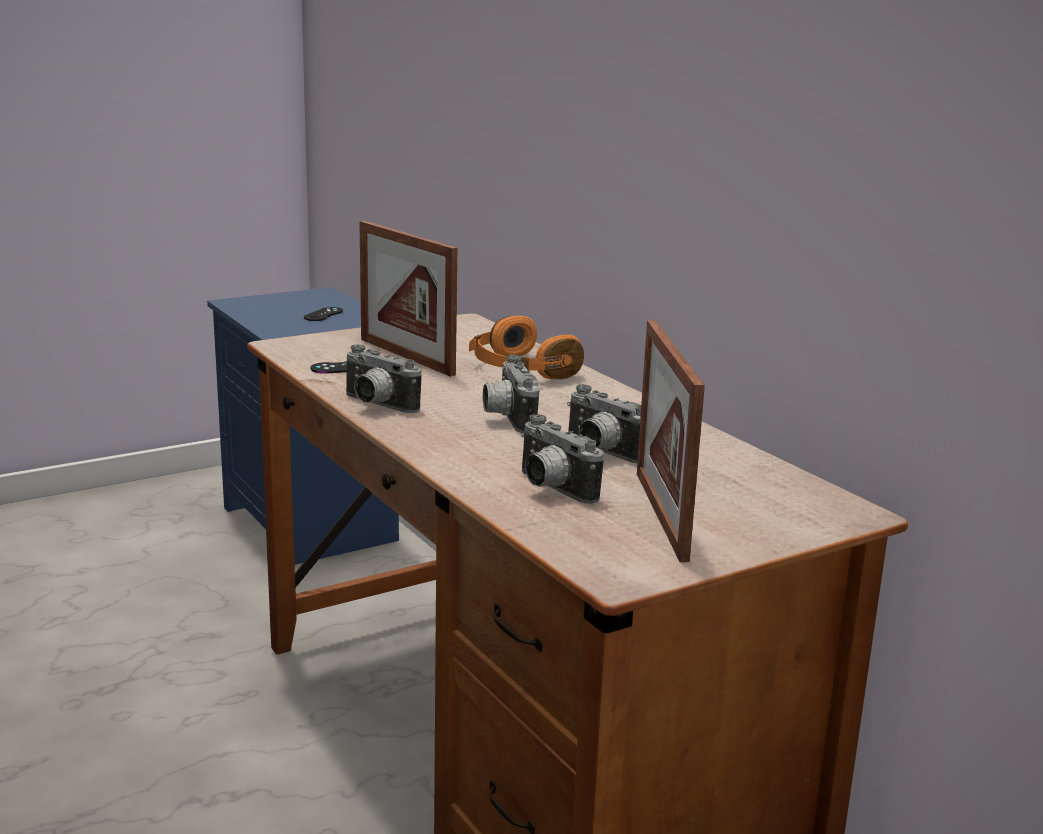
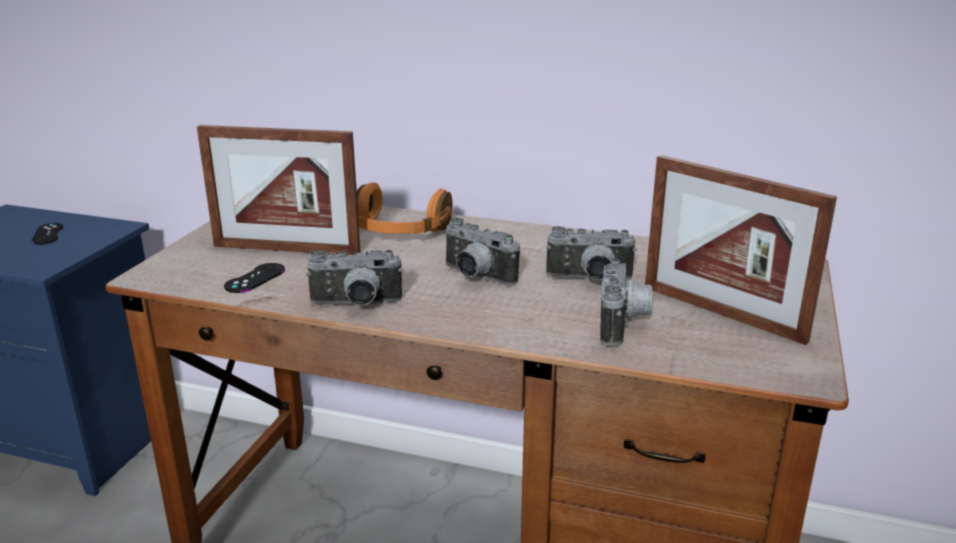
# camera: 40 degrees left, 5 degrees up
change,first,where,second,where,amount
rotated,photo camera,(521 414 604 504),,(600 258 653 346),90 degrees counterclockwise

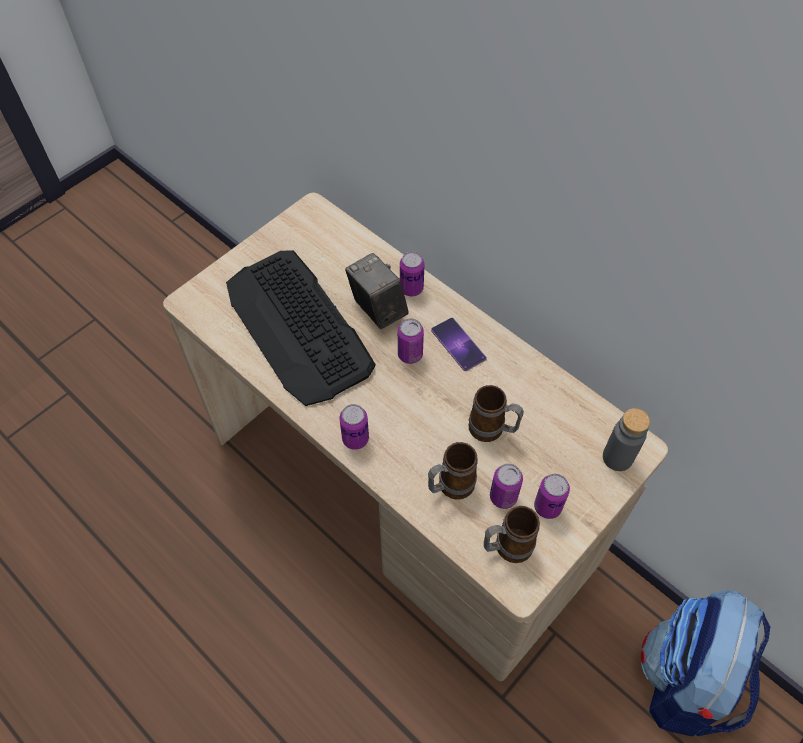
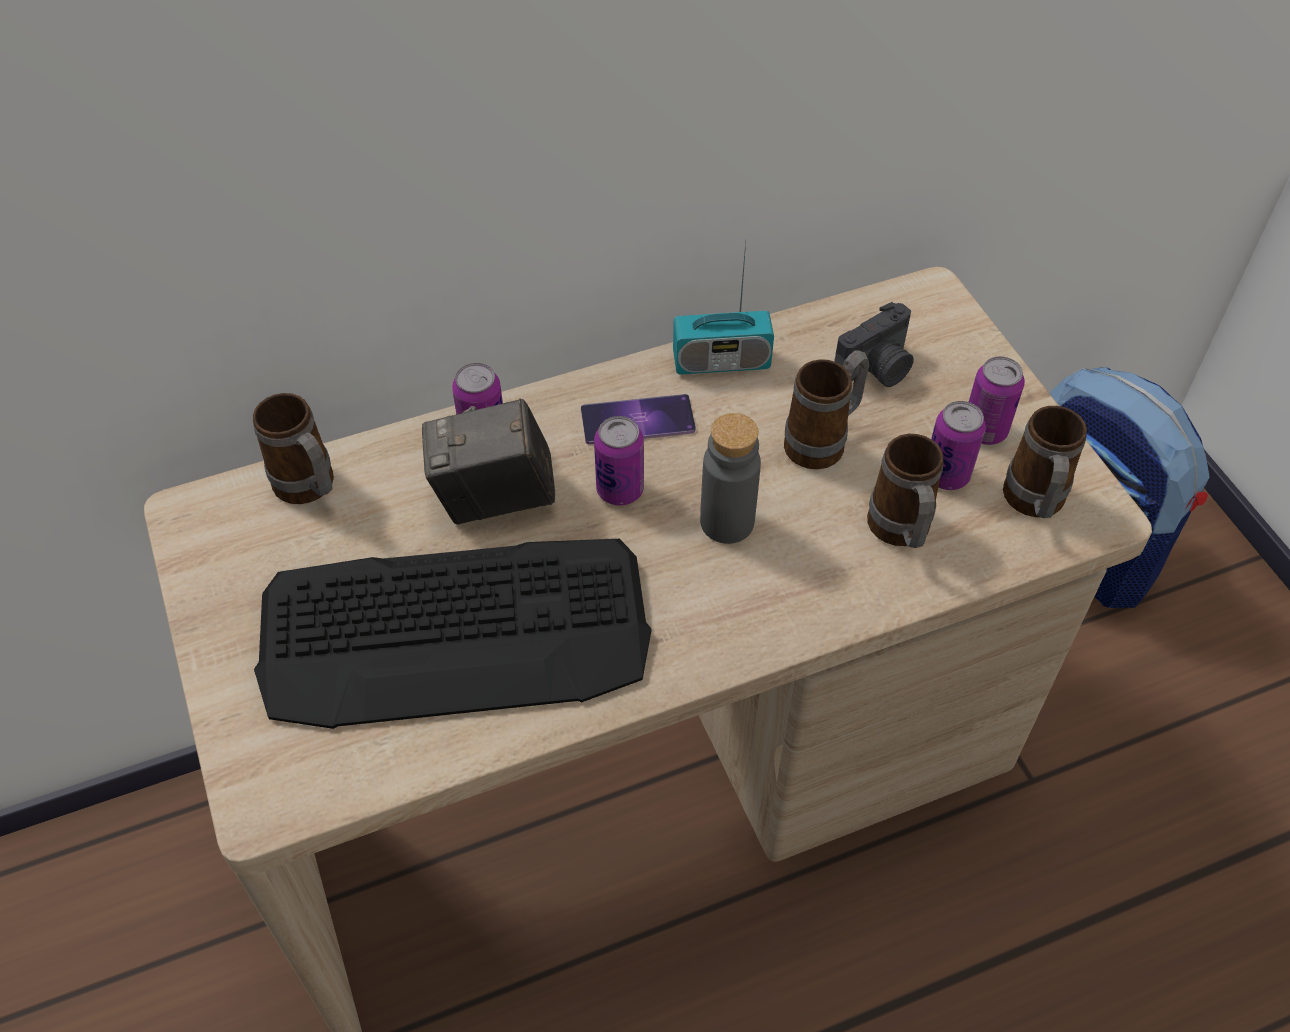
# camera: 65 degrees left, 5 degrees down
change,first,where,second,where,amount
new,,,coffee mug,(253 393 334 504),
new,,,radio set,(673 239 774 375),
shifted,grey bottle,(603 408 650 471),,(700 413 761 544),
new,,,photo camera,(834 302 914 387),
gone,metal can,(340 404 369 450),,,

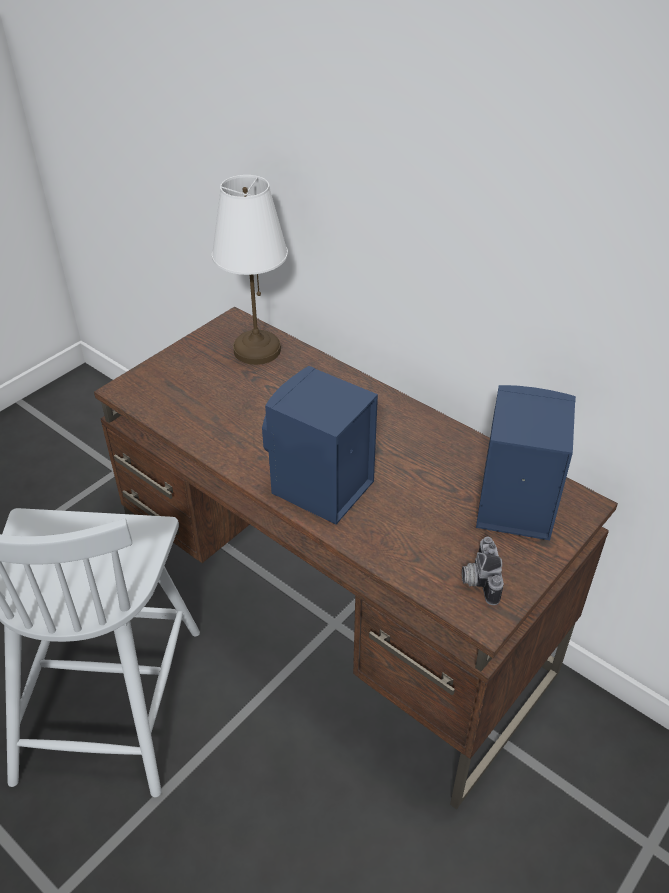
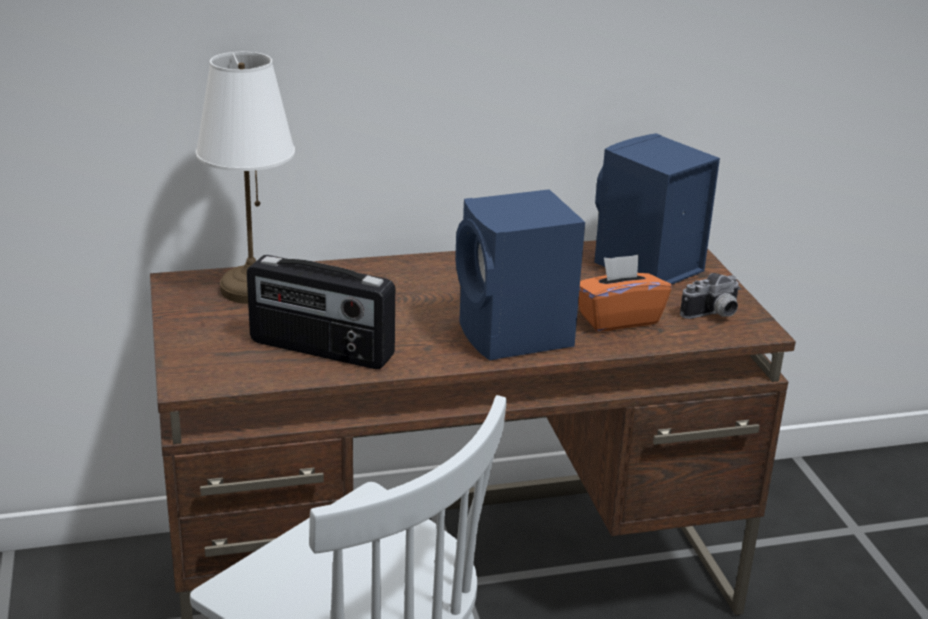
# camera: 55 degrees left, 15 degrees down
change,first,where,second,where,amount
new,,,radio set,(247 255 395 369),
new,,,orangey box of tissues,(578 254 671 331),
rotated,photo camera,(462 537 504 605),,(680 273 741 319),60 degrees counterclockwise

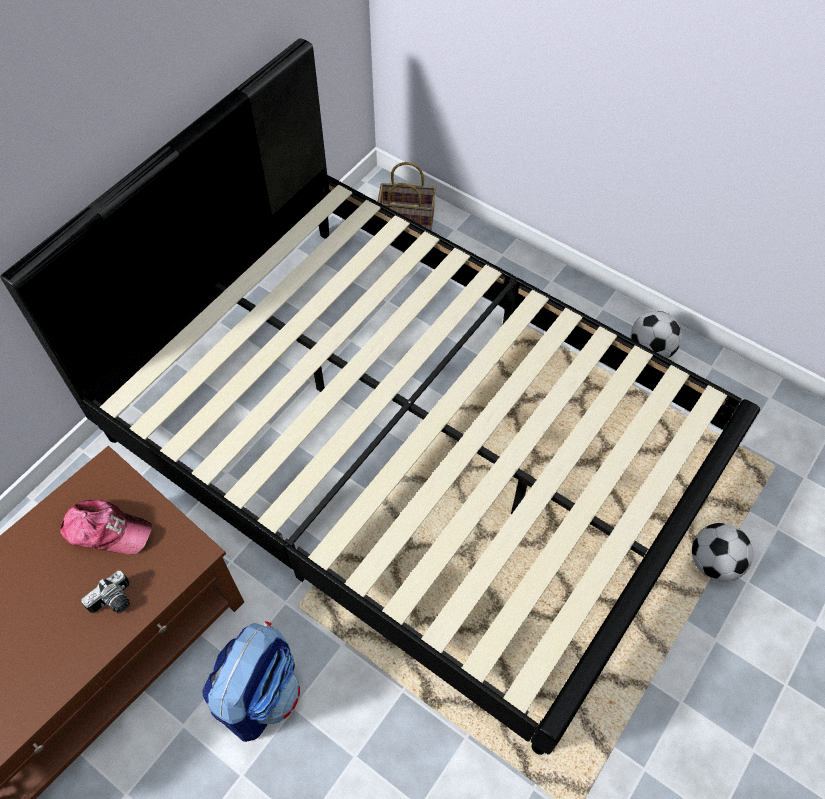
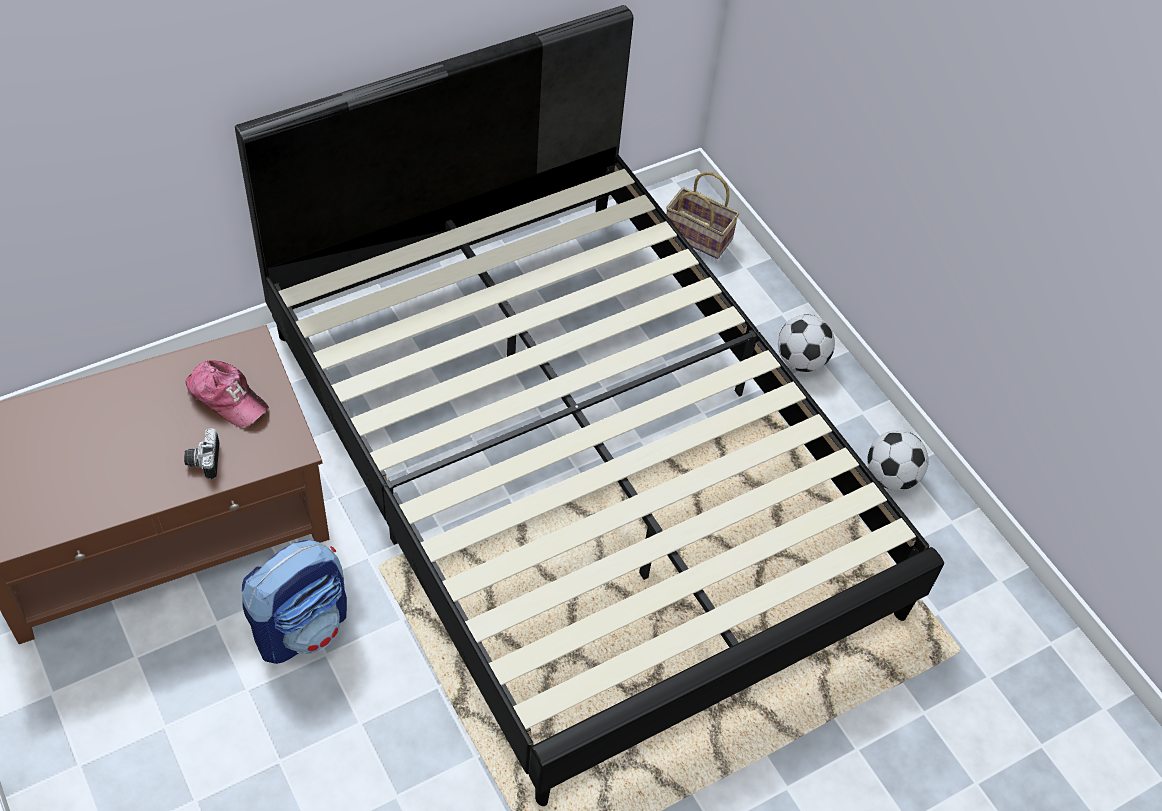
# camera: 20 degrees right, 5 degrees down
change,first,where,second,where,amount
rotated,photo camera,(81 571 130 613),,(184 428 220 479),105 degrees clockwise
shifted,ball for football,(692 523 753 582),,(778 315 835 372),

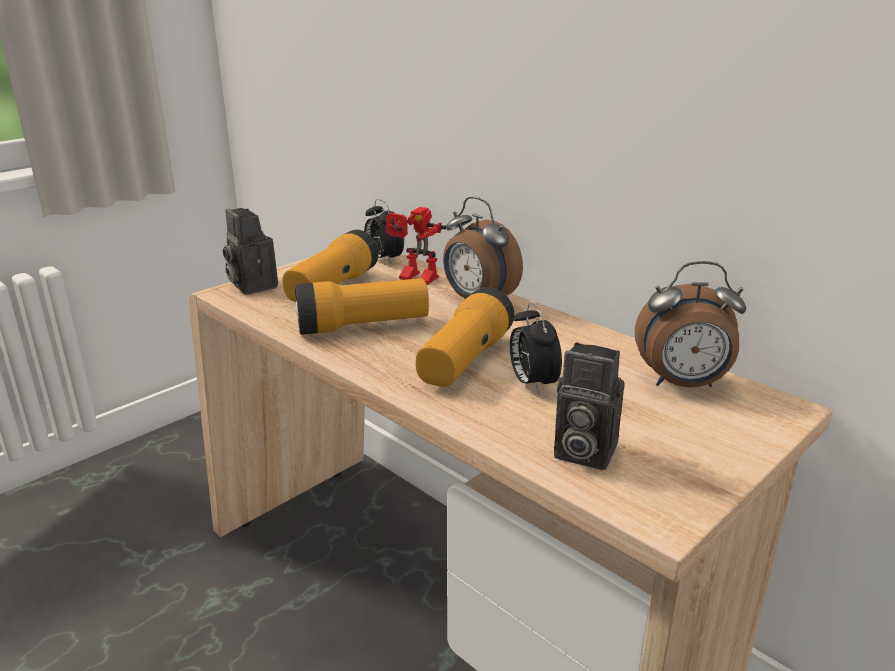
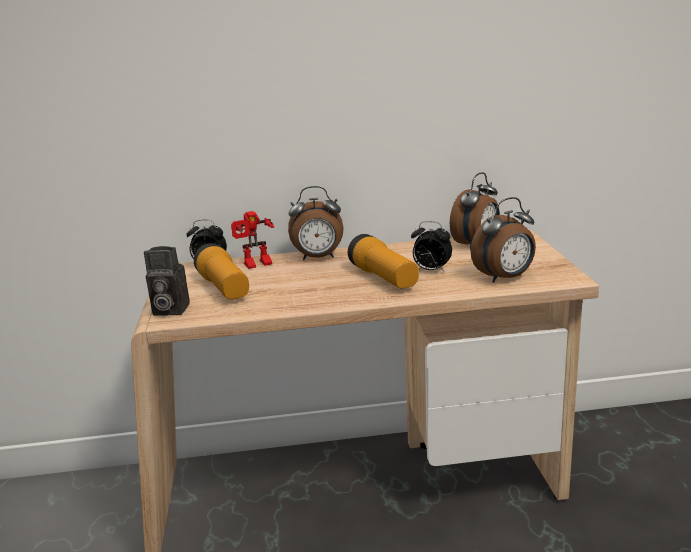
# camera: 50 degrees left, 5 degrees down
change,first,where,second,where,amount
swapped,photo camera,(554 342 624 470),table clock,(470 197 536 283),
gone,flashlight,(295 278 429 335),,,

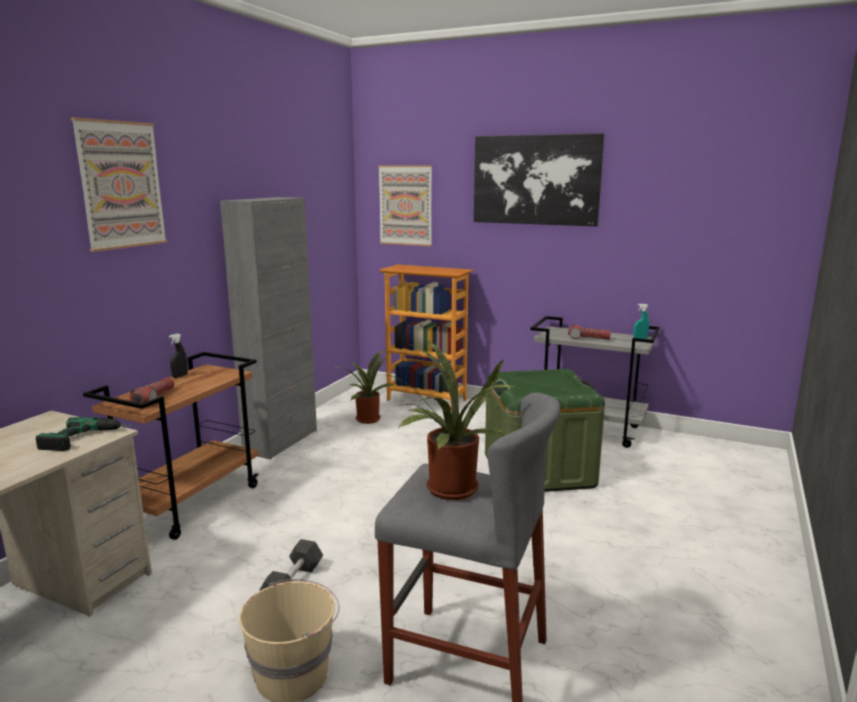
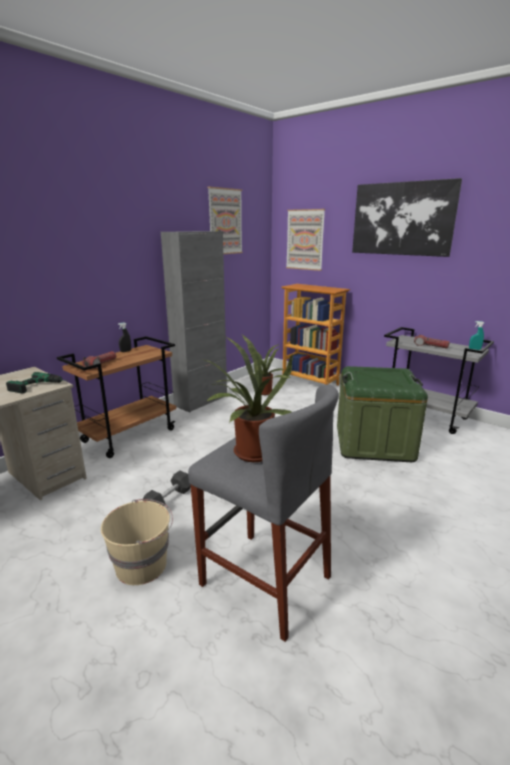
# camera: 15 degrees right, 5 degrees up
change,first,where,second,where,amount
shifted,wall picture,(71 117 167 252),,(208 187 243 254),

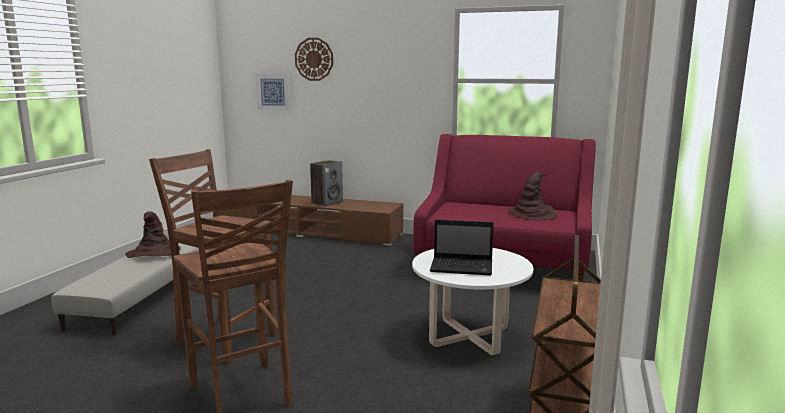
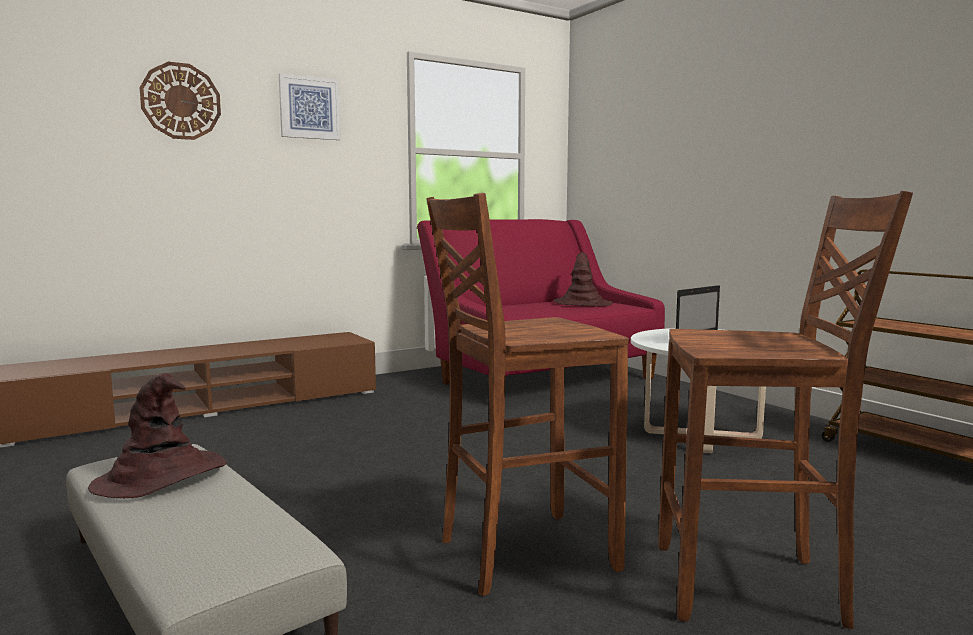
# camera: 50 degrees left, 5 degrees down
change,first,where,second,where,amount
shifted,wall picture,(256 74 290 110),,(279 73 341 140),
gone,loudspeaker,(310 160 343 207),,,

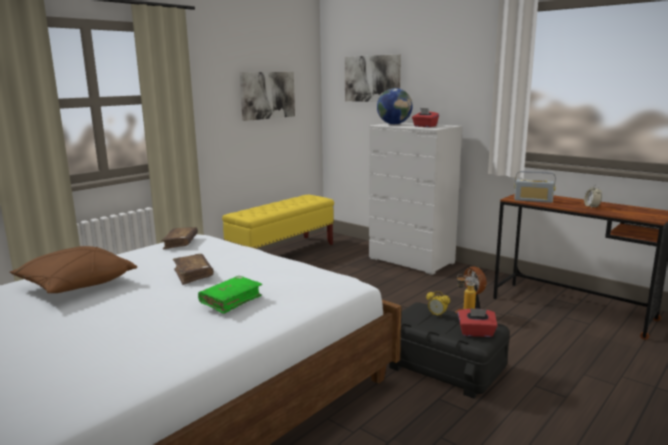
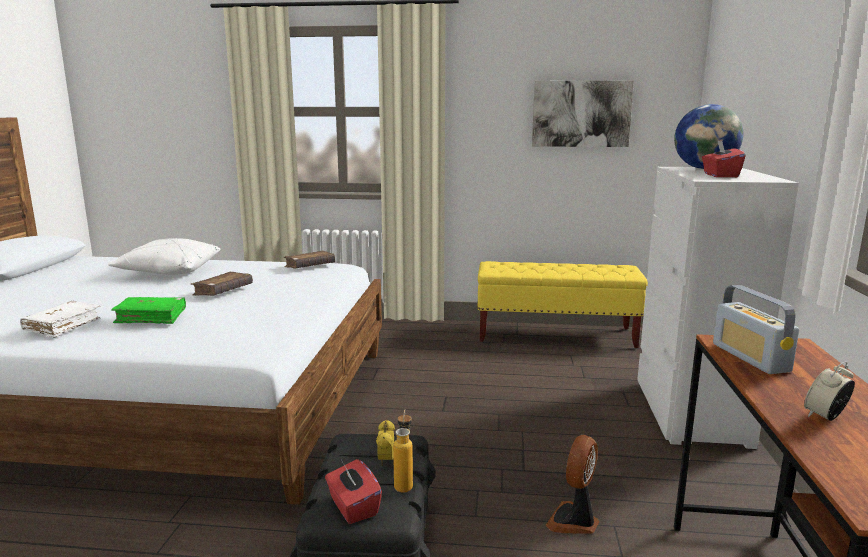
# camera: 55 degrees right, 0 degrees up
change,first,where,second,where,amount
new,,,white-coloured volume,(20 301 101 338),
repainted,brown throw pillow,(10 246 137 293),white-coloured throw pillow,(108 238 220 275),
gone,wall picture,(345 55 401 102),,,

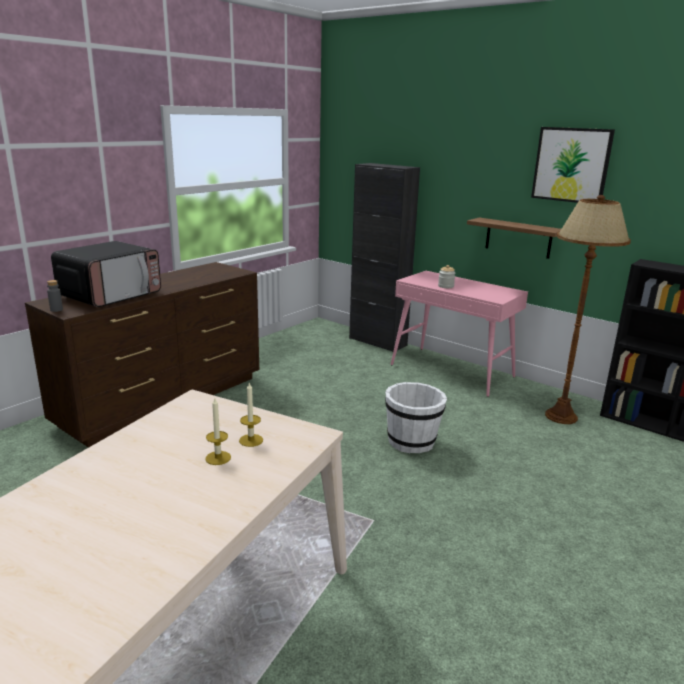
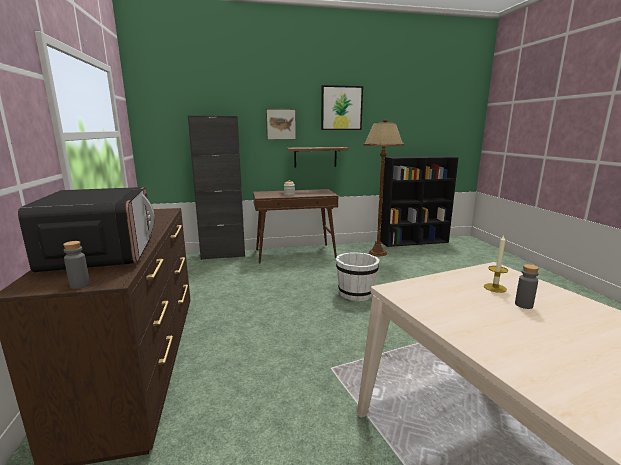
# camera: 50 degrees left, 5 degrees down
change,first,where,second,where,amount
repainted,pink-coloured hall table,(391 271 528 397),brown hall table,(253 189 338 264),
new,,,wall picture,(266 109 296 140),
swapped,wax light,(205 398 231 465),grey bottle,(515 264 539 309),

